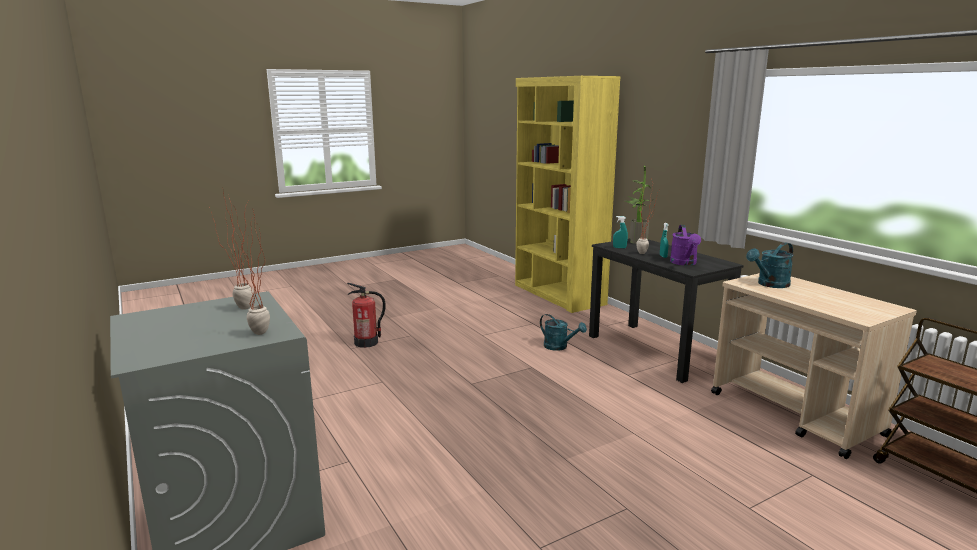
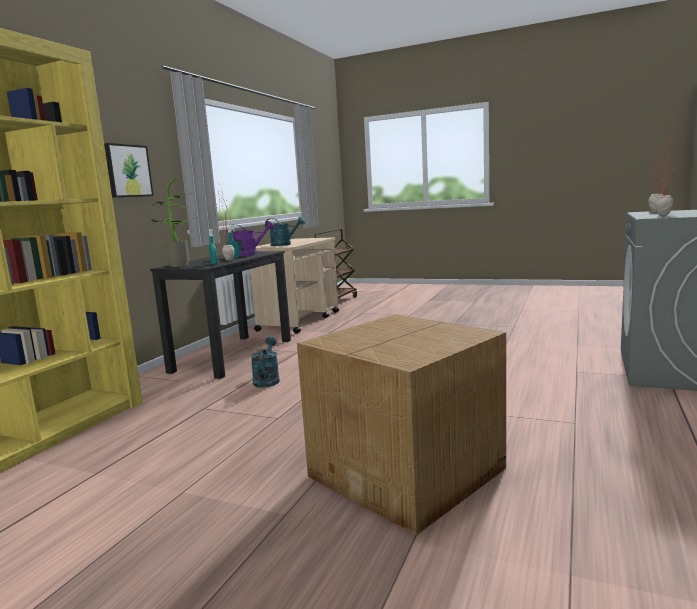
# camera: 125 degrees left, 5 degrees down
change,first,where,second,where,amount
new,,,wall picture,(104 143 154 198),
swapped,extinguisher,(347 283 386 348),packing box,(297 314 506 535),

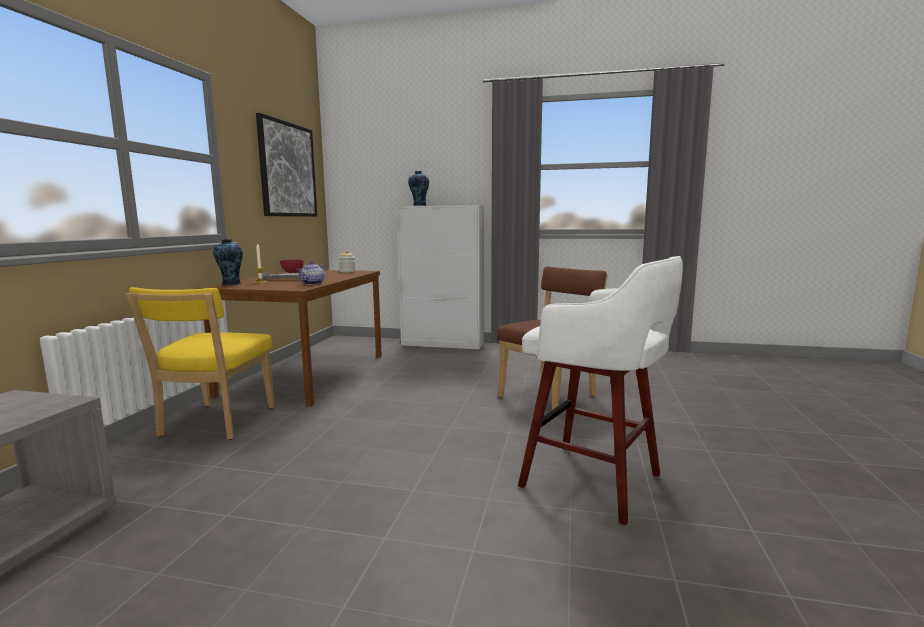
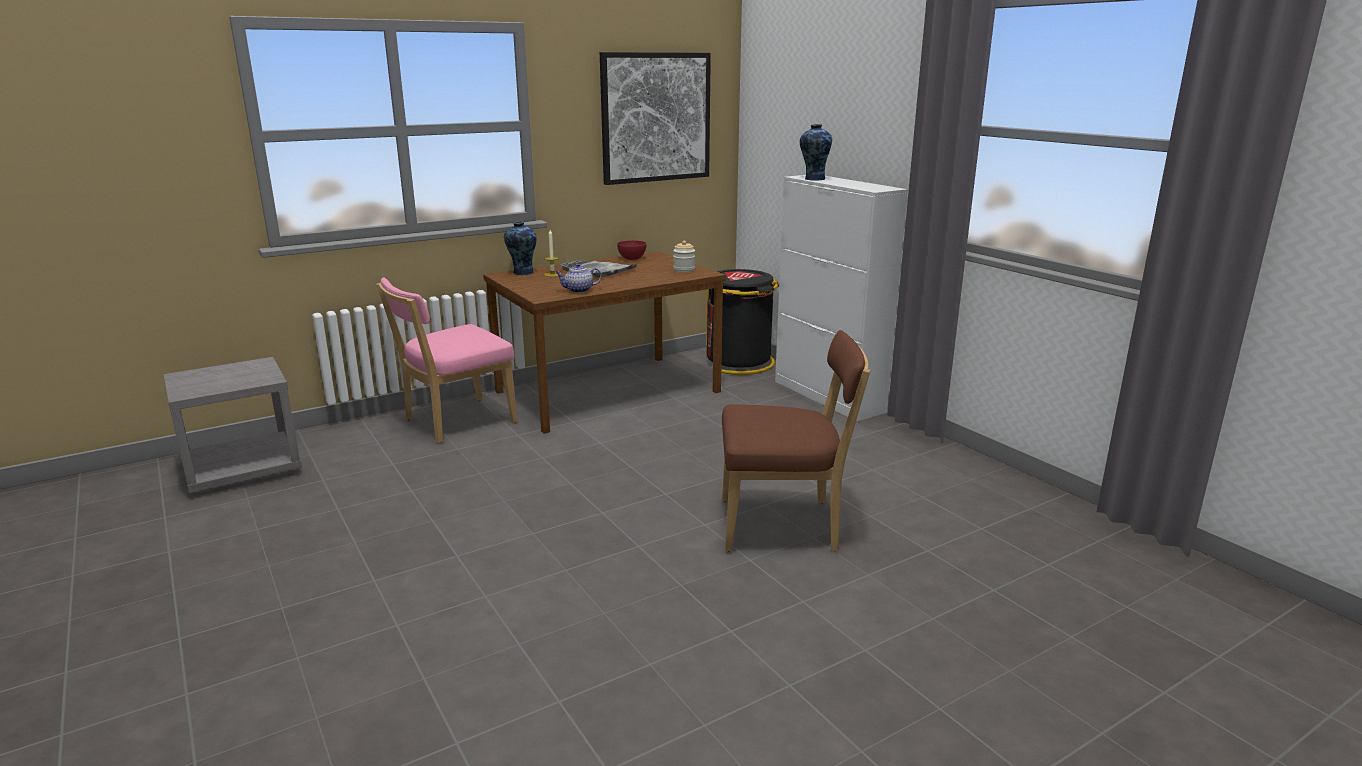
# camera: 45 degrees right, 10 degrees up
change,first,where,second,where,amount
repainted,yellowish plain chair,(126 287 275 440),pink-coloured plain chair,(376 277 518 444),
new,,,blackish waste bin,(706 269 779 375),
gone,white-coloured stool seat,(518 256 683 525),,,

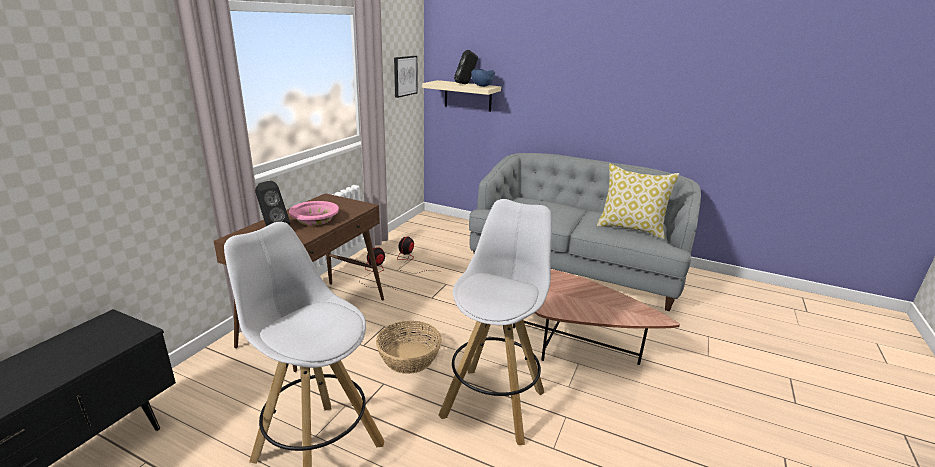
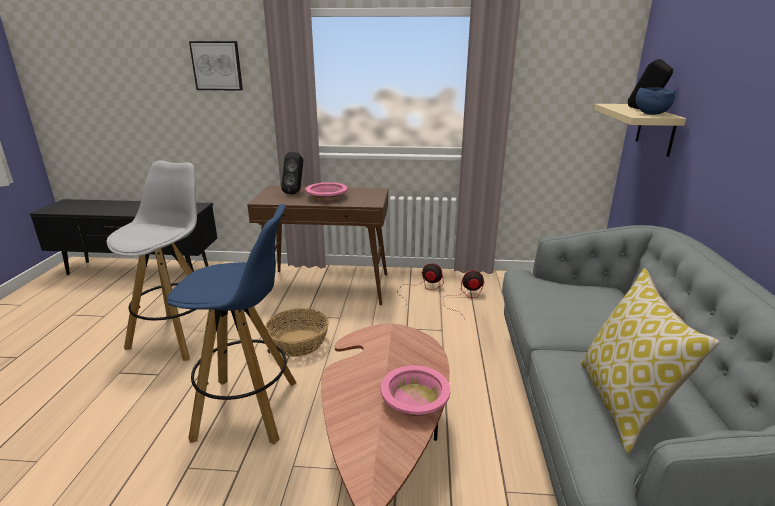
# camera: 70 degrees right, 0 degrees up
change,first,where,second,where,amount
repainted,white-coloured stool seat,(438 199 552 445),blue stool seat,(167 204 296 445),
shifted,wall picture,(394 56 418 98),,(189 41 243 90),
new,,,pink-coloured serving bowl,(381 365 450 416),

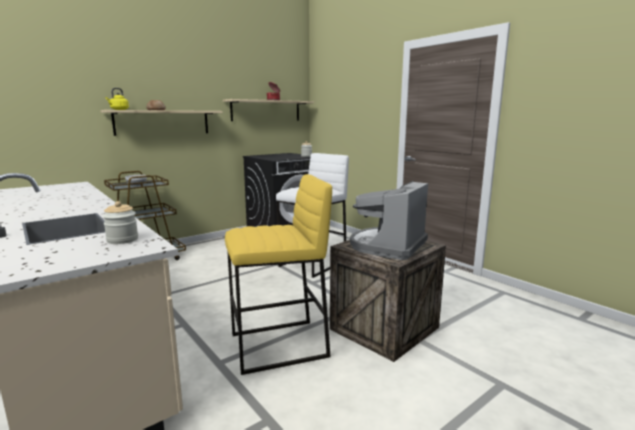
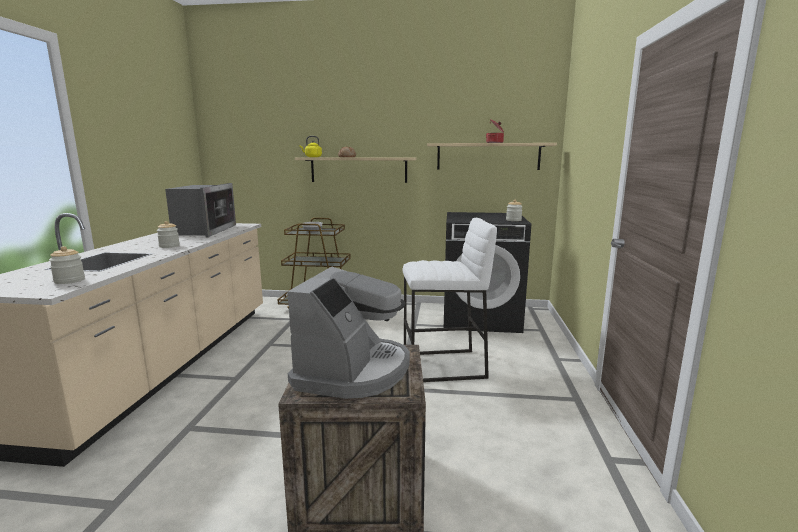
# camera: 45 degrees right, 0 degrees up
change,first,where,second,where,amount
new,,,jar,(157 221 180 248),
new,,,microwave,(165 183 236 237),
rotated,coffee maker,(350 181 428 260),,(287 267 410 399),120 degrees clockwise
gone,yellowish stool seat,(225 174 332 375),,,

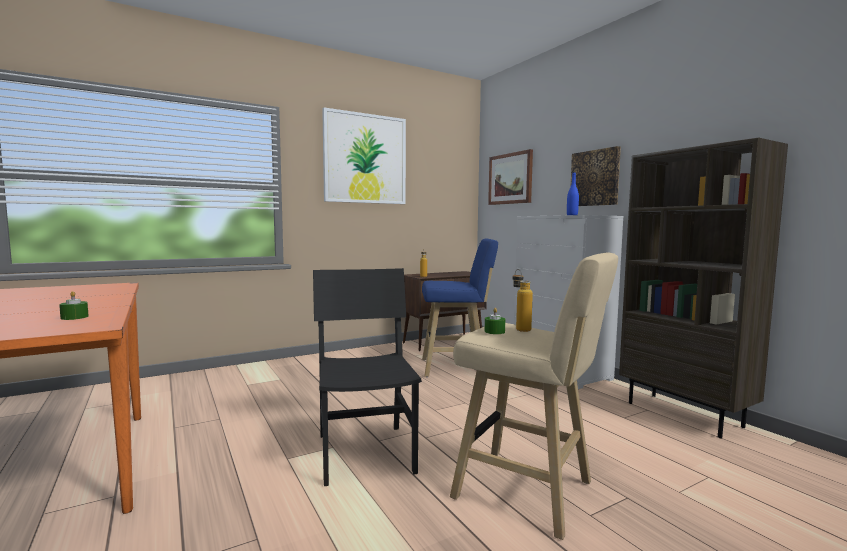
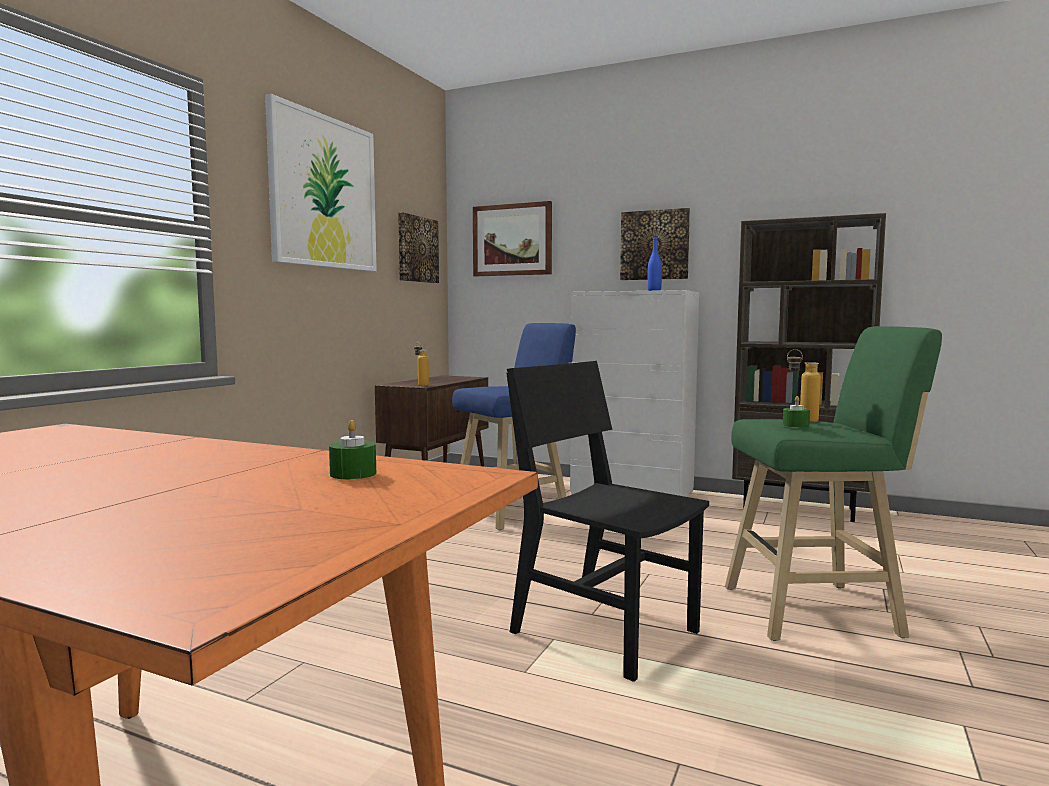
# camera: 35 degrees left, 0 degrees up
change,first,where,second,where,amount
new,,,wall picture,(398 212 439 283),
repainted,beige stool seat,(450 253 618 540),greenish stool seat,(725 326 942 641),

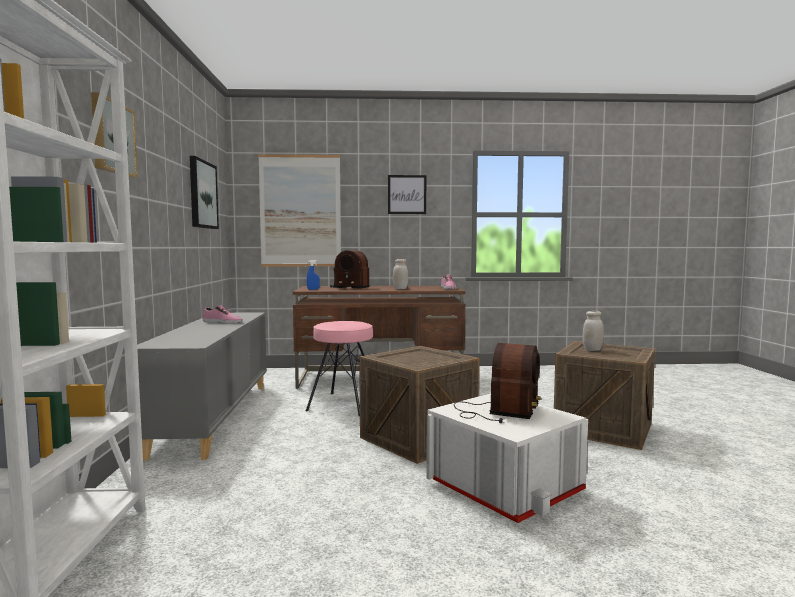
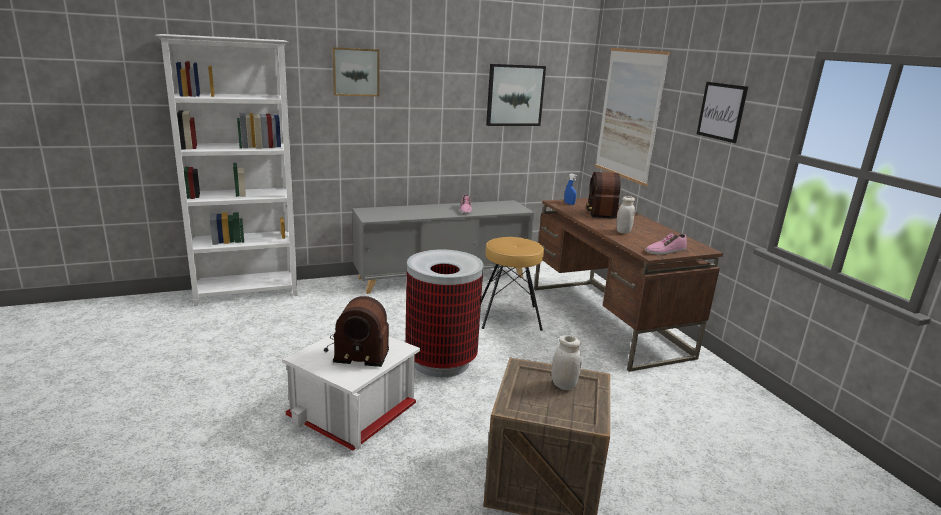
# camera: 70 degrees right, 15 degrees up
change,first,where,second,where,amount
swapped,crate,(359 346 479 464),waste bin,(405 250 483 377),
repainted,pink-coloured stool seat,(306 321 373 417),brown stool seat,(481 237 544 331),

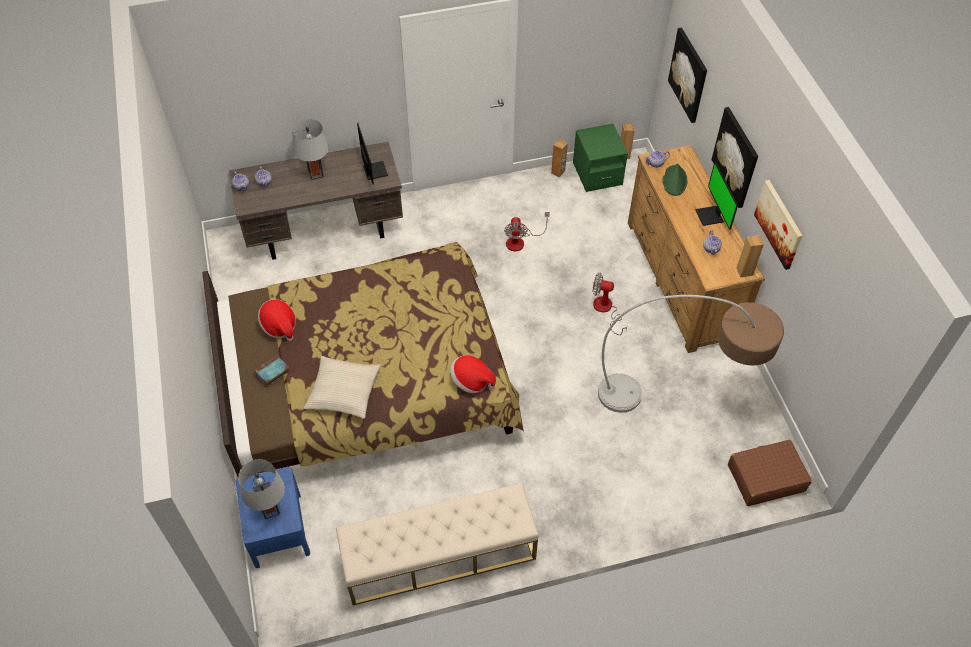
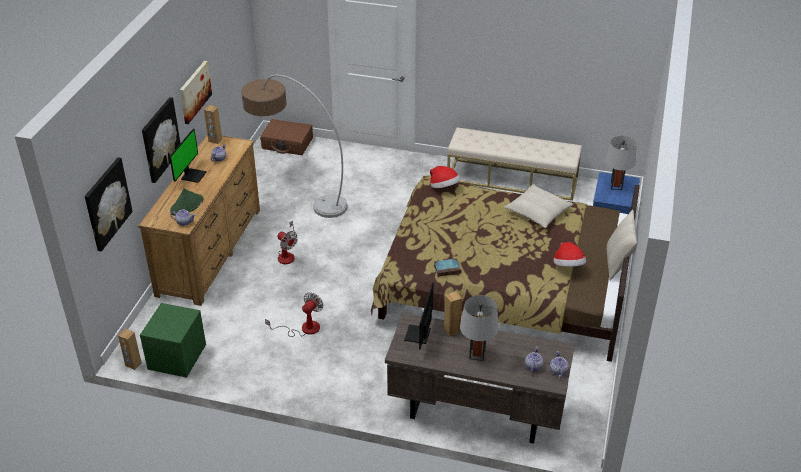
# camera: 150 degrees left, 15 degrees down
change,first,where,second,where,amount
shifted,volume,(254 355 290 386),,(434 258 461 277),
shifted,brown loudspeaker,(551 139 568 177),,(444 291 462 336),
new,,,beige throw pillow,(607 210 637 281),

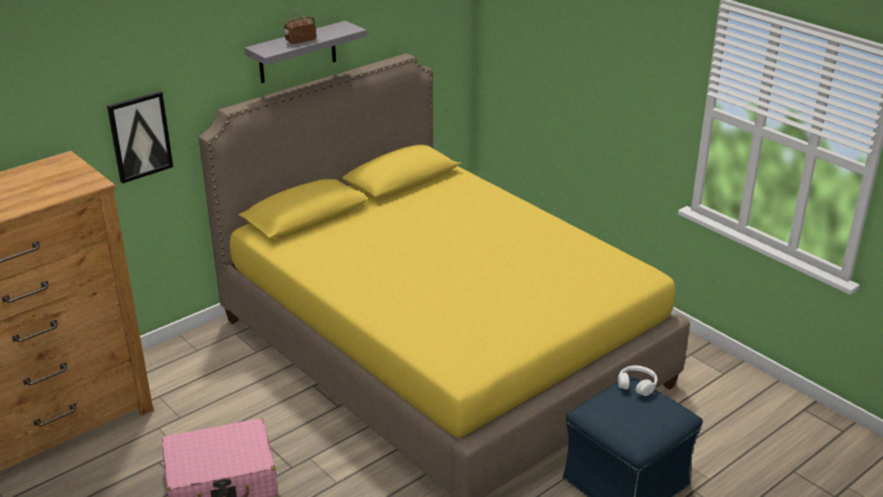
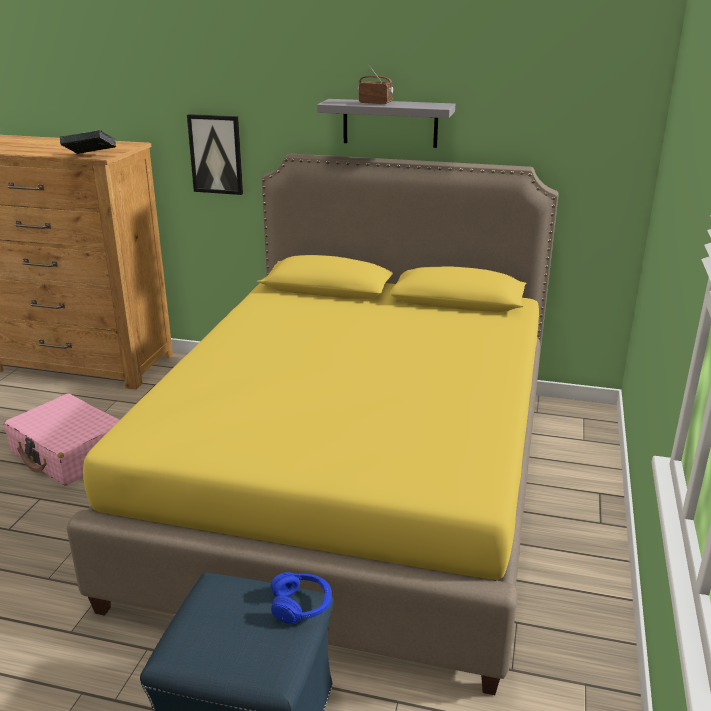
# camera: 55 degrees right, 5 degrees down
change,first,where,second,where,amount
new,,,volume,(60 130 116 154),
repainted,white-coloured pair of headphones,(618 365 657 396),blue pair of headphones,(271 572 332 624),

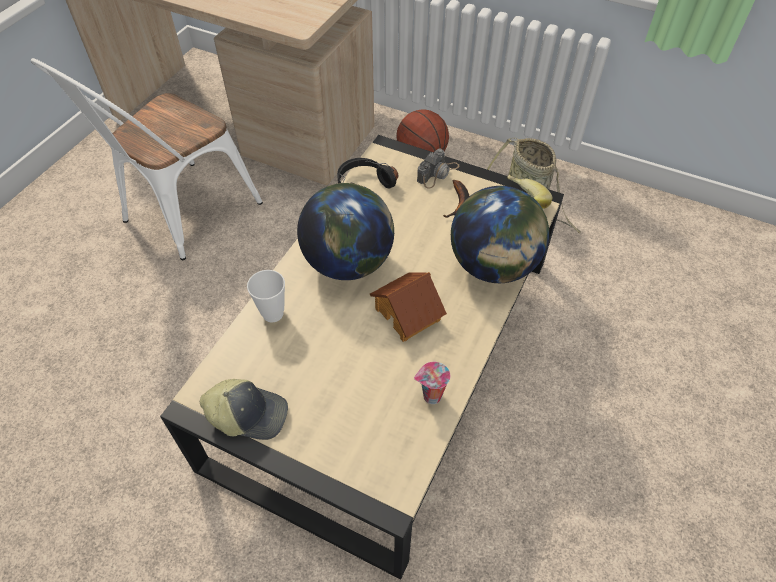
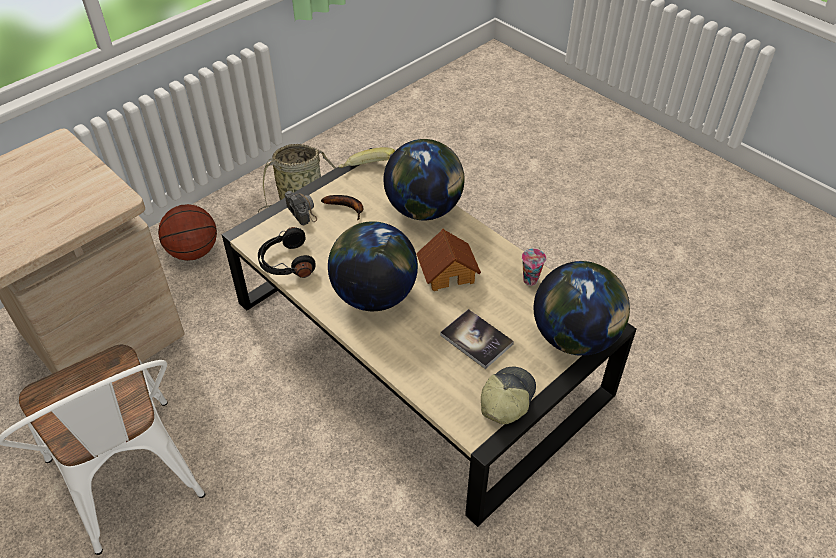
# camera: 70 degrees left, 5 degrees down
change,first,where,second,where,amount
new,,,volume,(440 309 514 369),
new,,,desk globe,(534 261 630 356),
gone,drinking cup,(247 270 285 322),,,

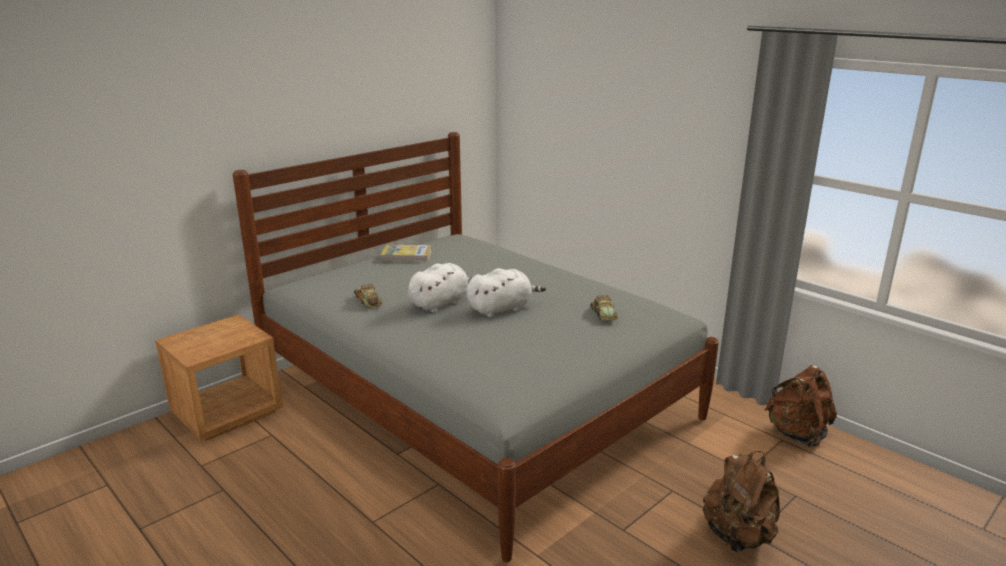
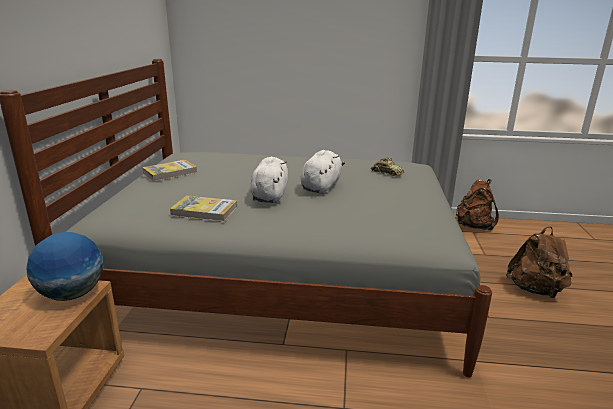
# camera: 40 degrees left, 0 degrees up
change,first,where,second,where,amount
new,,,desk globe,(26 232 103 301),
swapped,toy car,(354 284 382 308),volume,(170 195 237 222),

